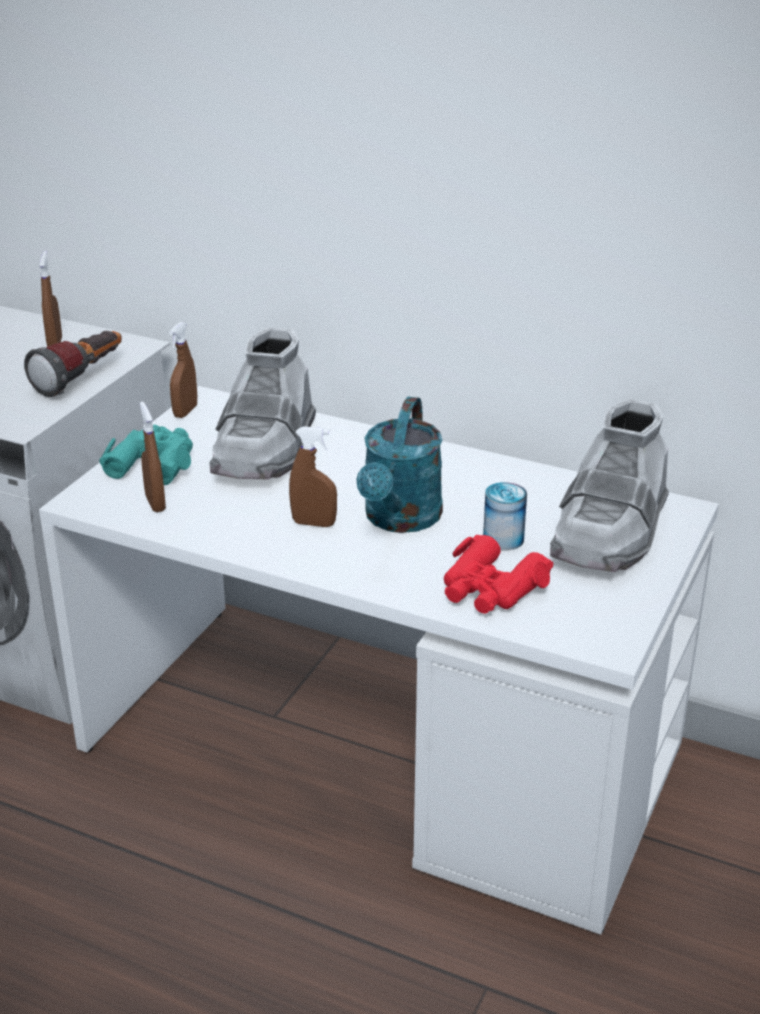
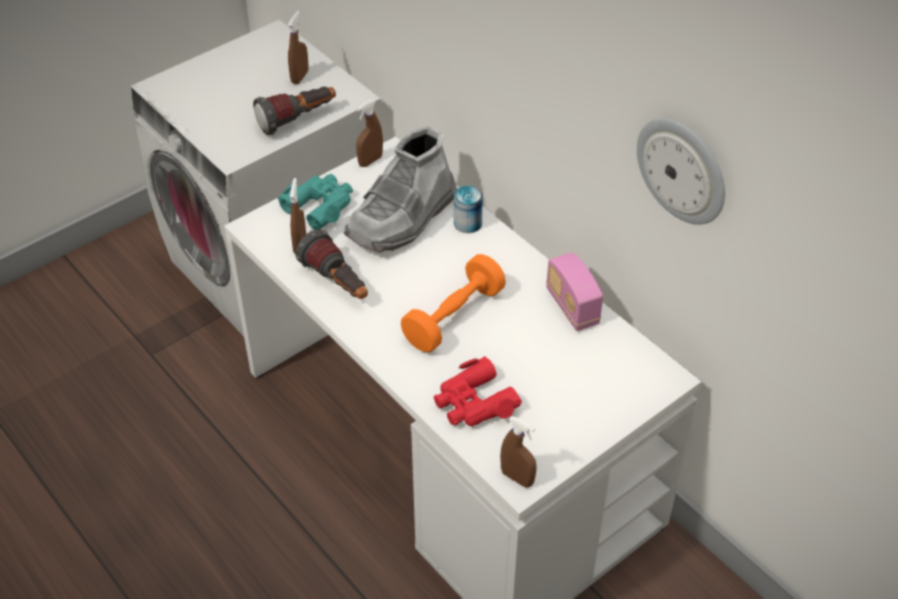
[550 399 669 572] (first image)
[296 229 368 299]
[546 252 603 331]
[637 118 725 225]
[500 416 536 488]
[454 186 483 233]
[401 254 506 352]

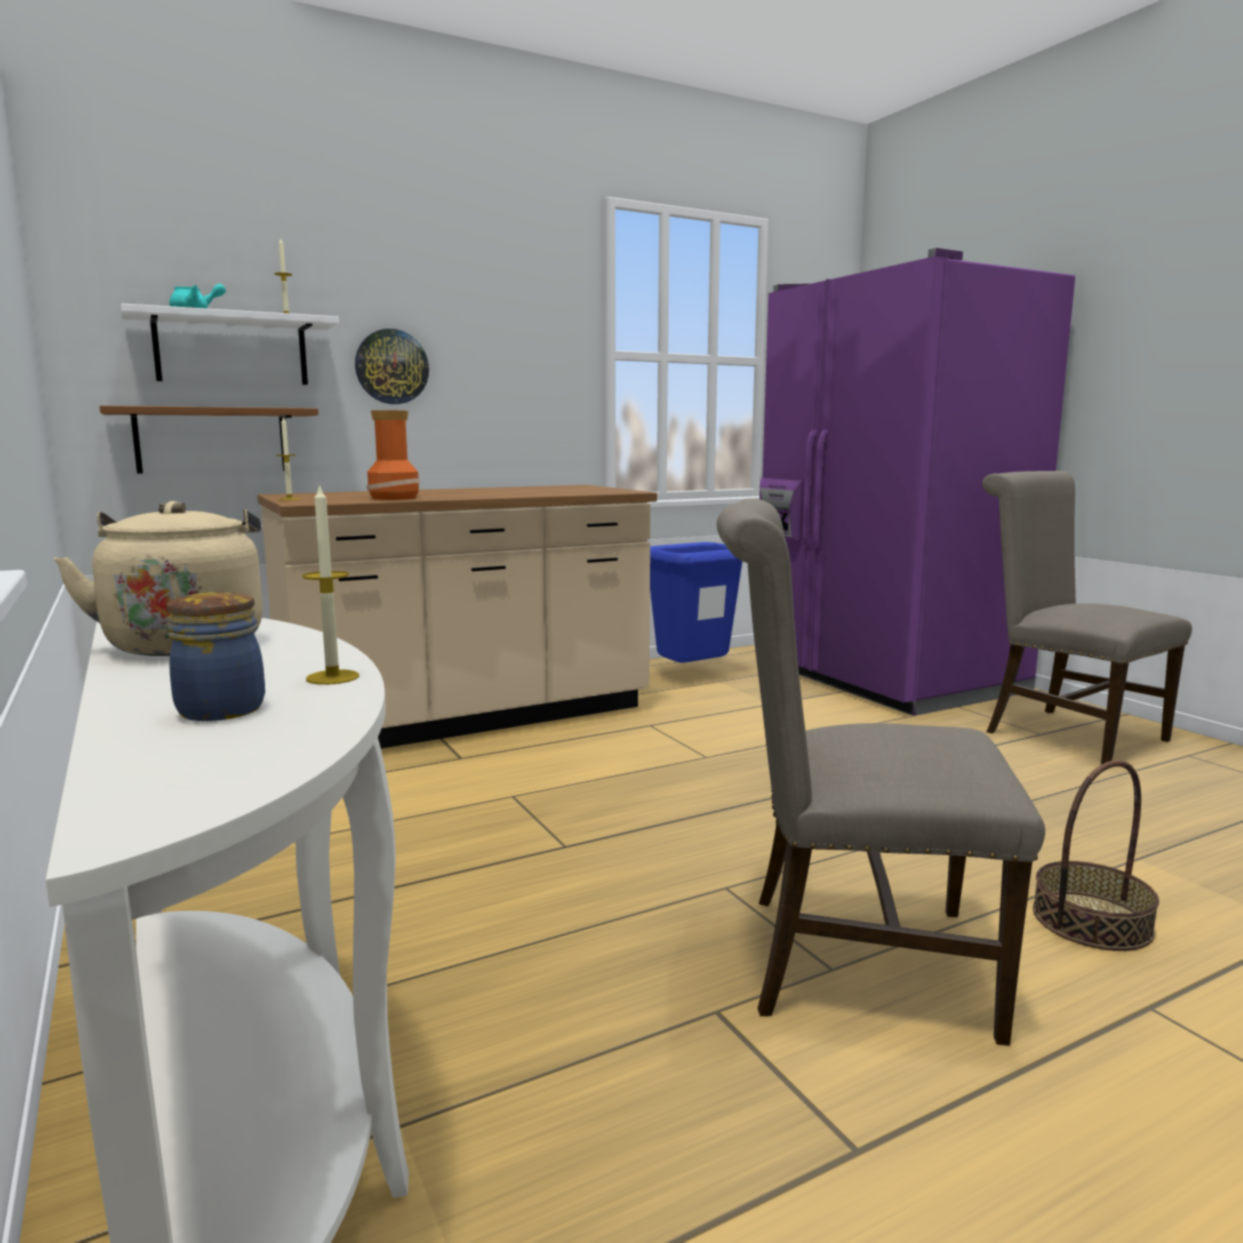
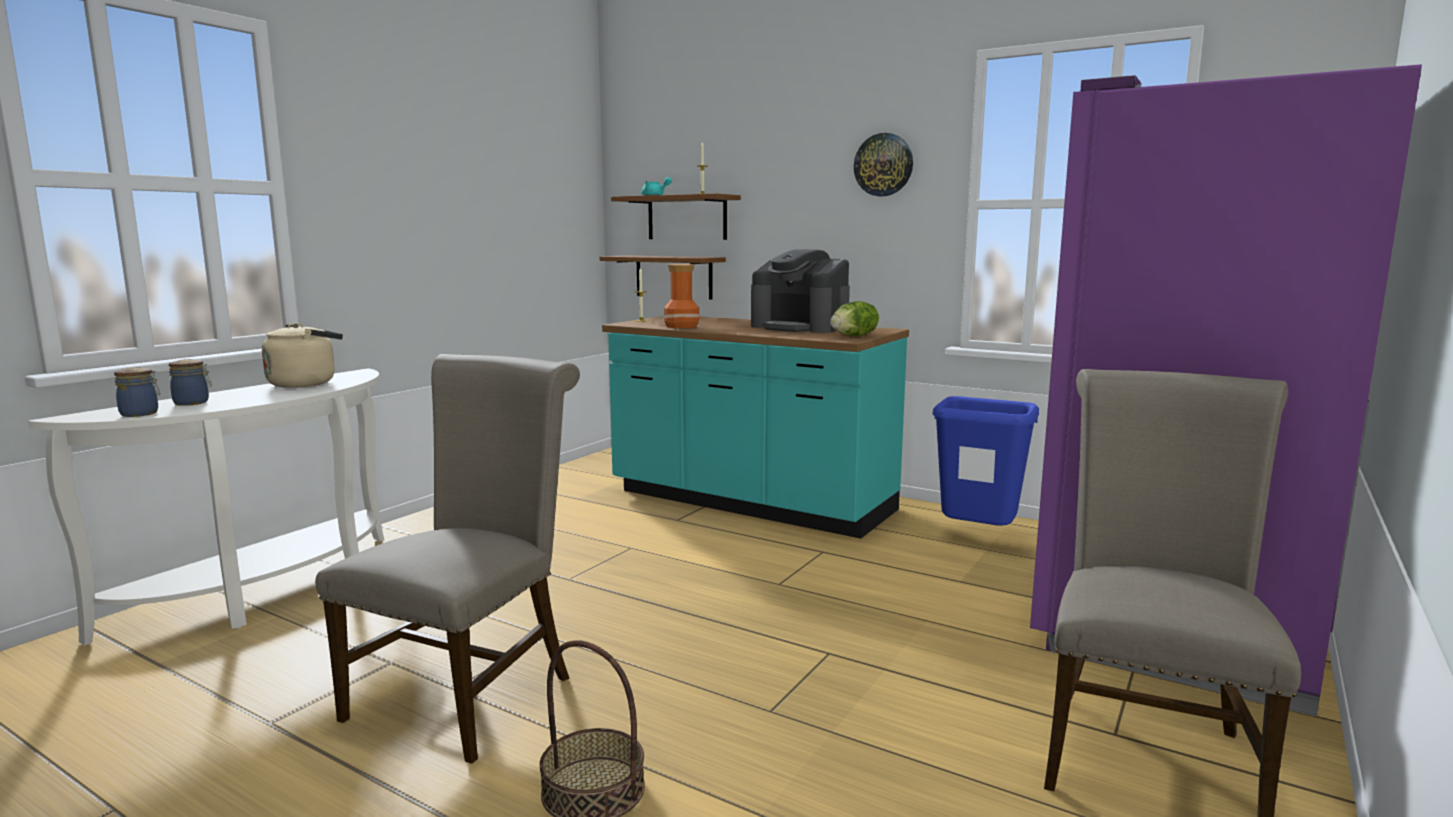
[302 483 359 685] (first image)
[114 368 160 417]
[751 249 850 333]
[830 301 879 336]
[854 133 913 196]
[611 194 741 240]
[602 316 909 539]
[315 354 580 764]

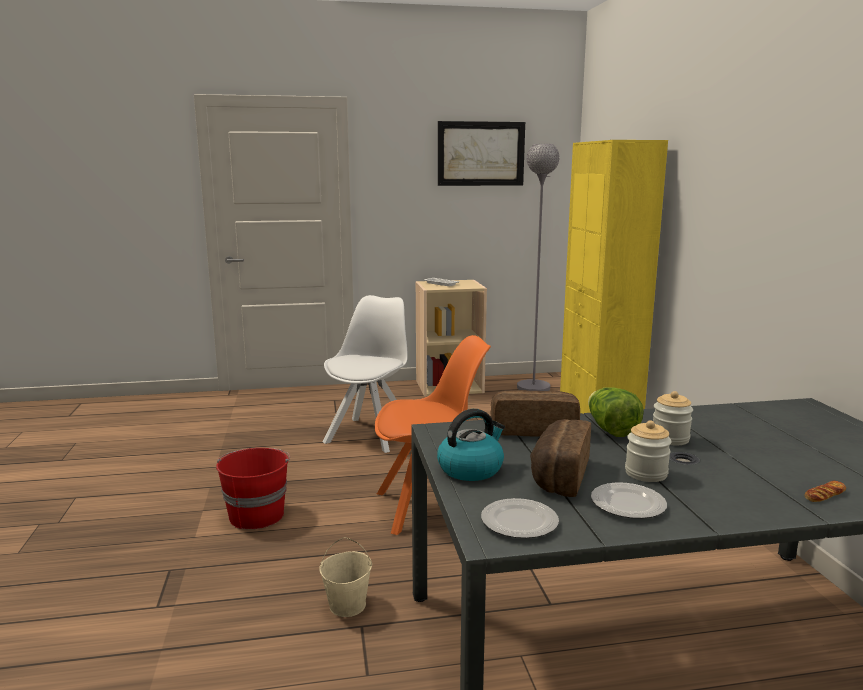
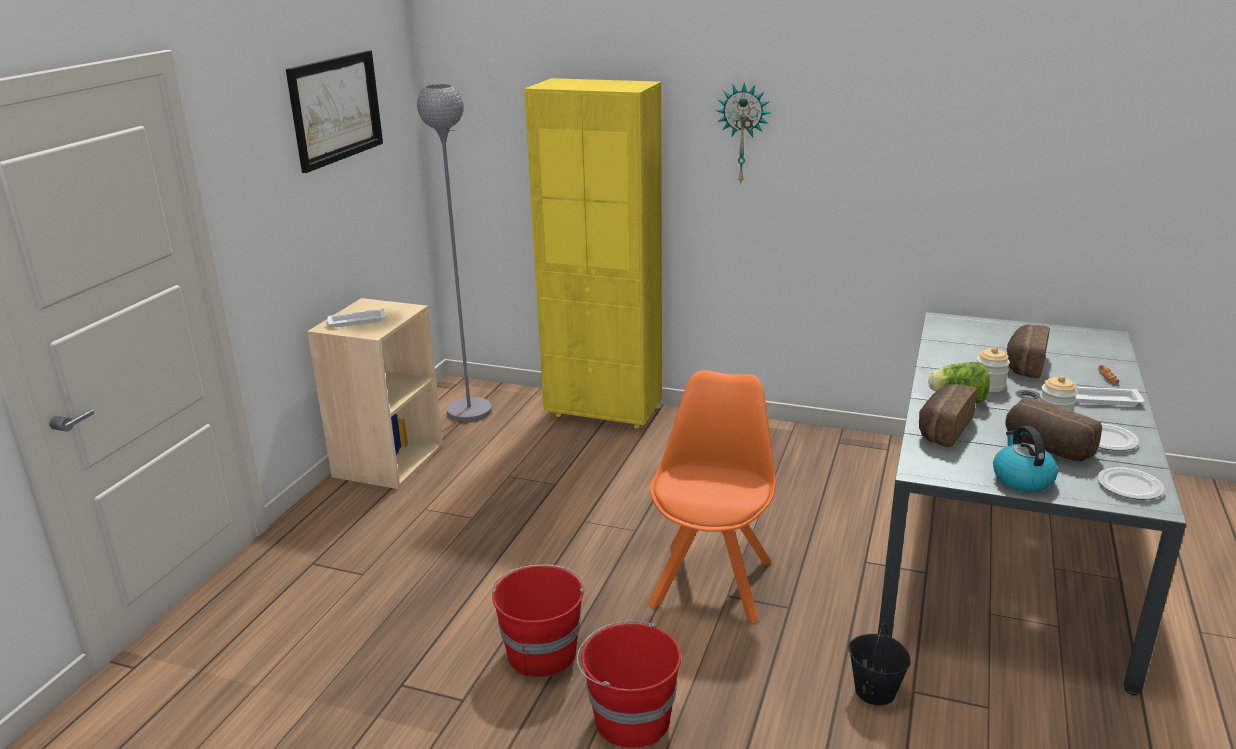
[323 295 408 453] (first image)
[492 565 585 677]
[716 82 770 185]
[1007 325 1050 378]
[1075 387 1145 405]
[848 623 911 706]

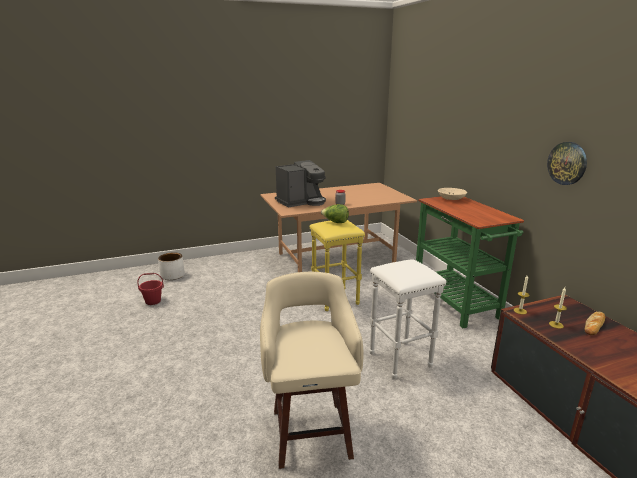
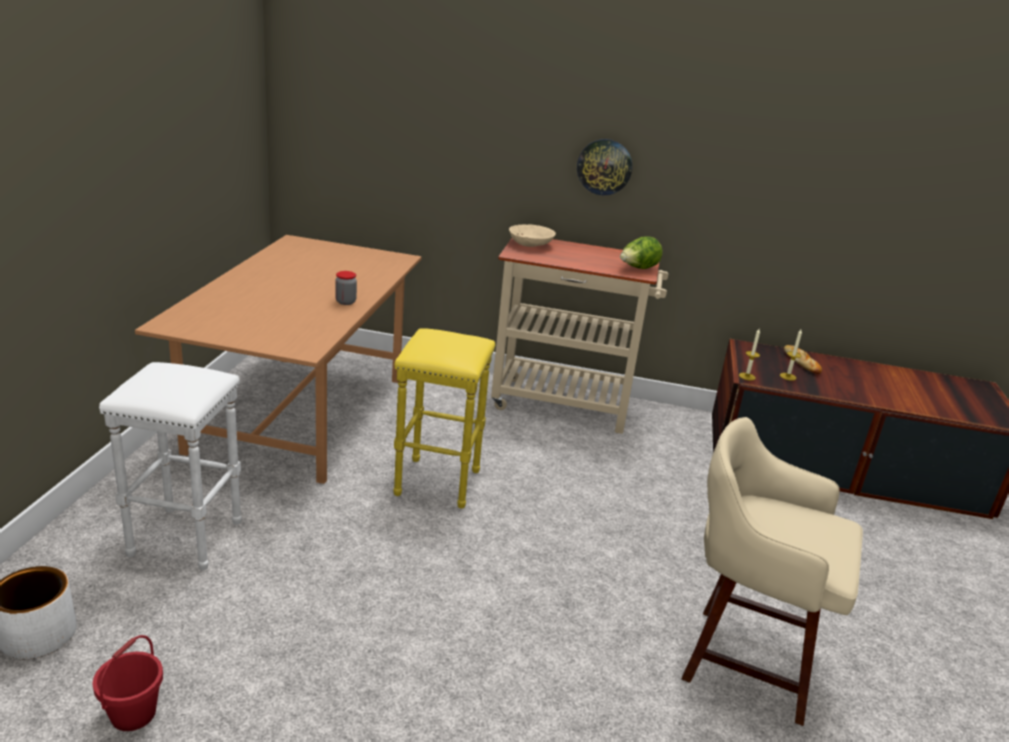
[275 160 326 208] (first image)
[620 236 663 269]
[99 362 242 570]
[577 139 632 195]
[491 238 668 434]

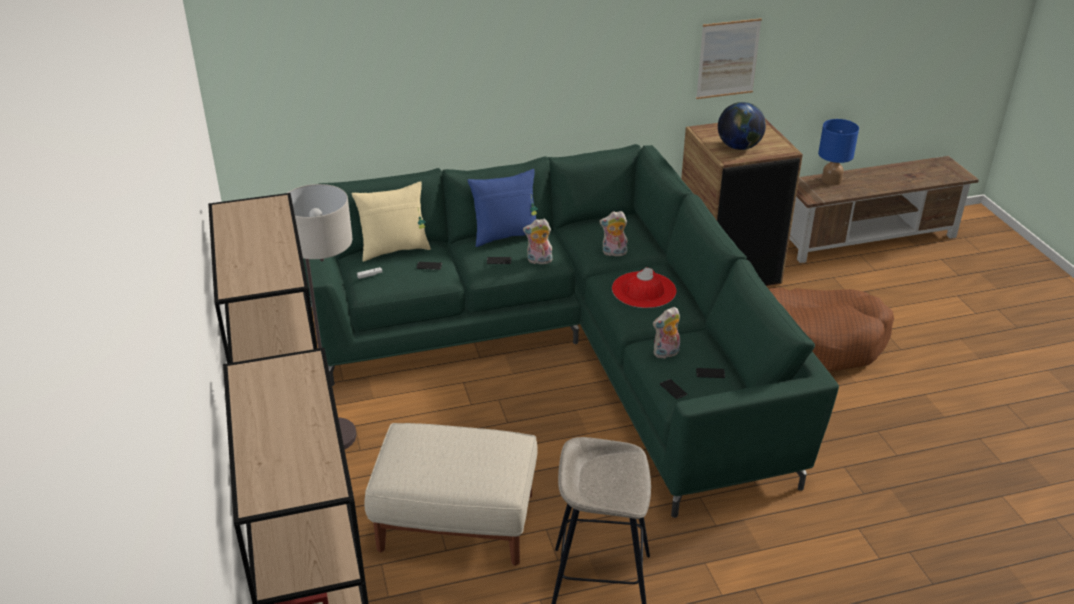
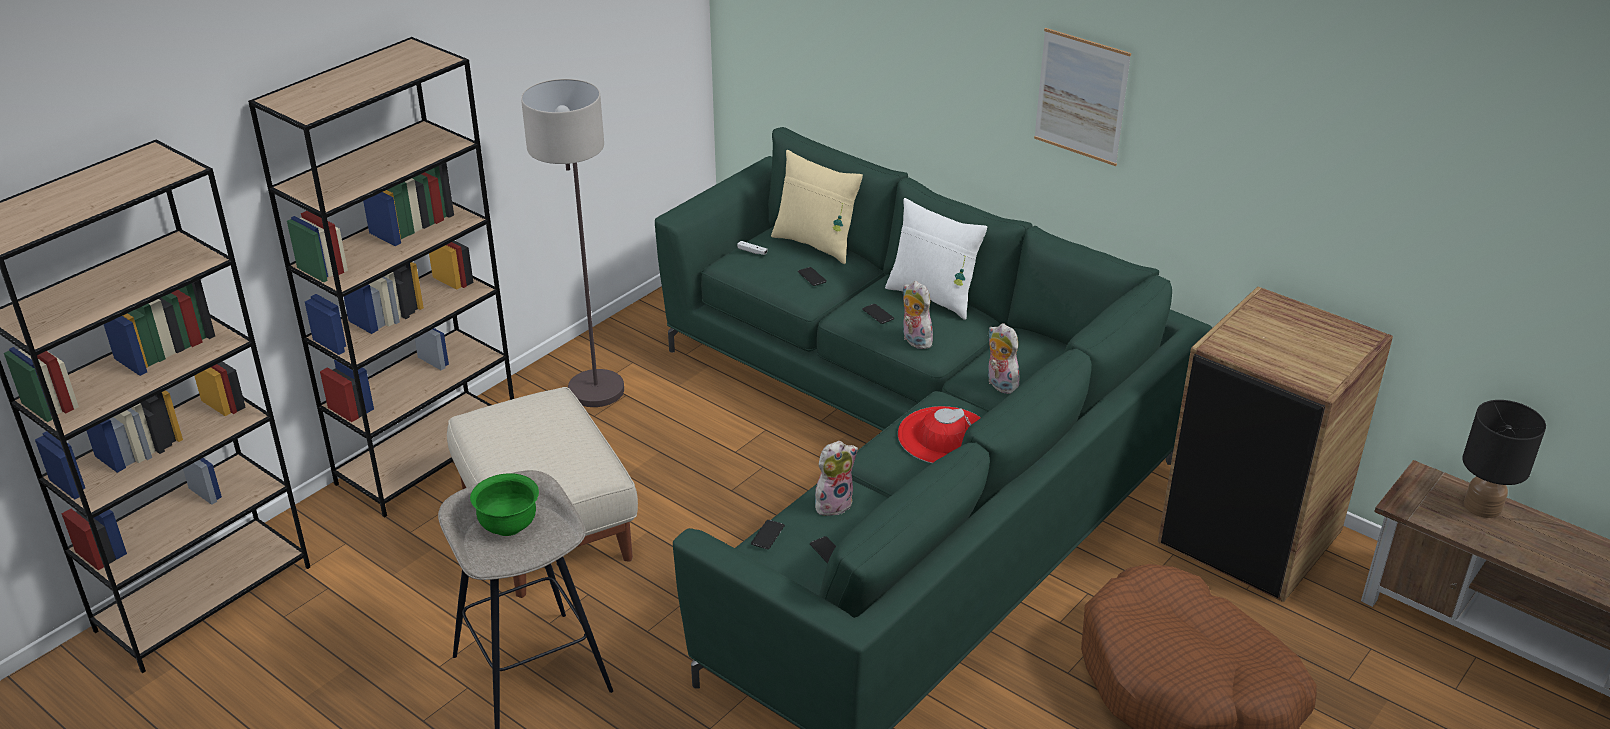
[718 102 766 150] (first image)
[470 473 539 536]
[1034 28 1131 166]
[885 198 987 320]
[1462 400 1546 518]
[815 441 858 516]

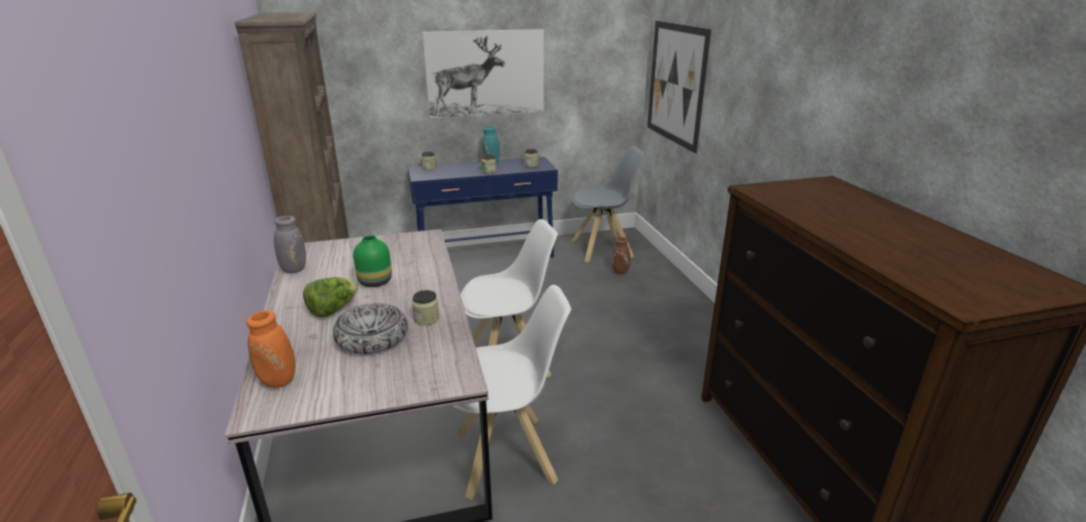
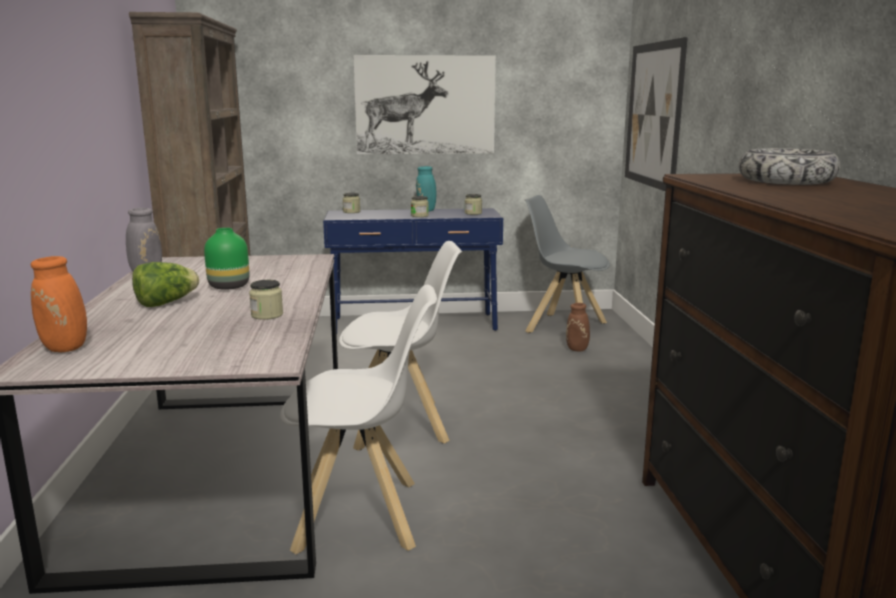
[739 148 840 185]
[525 195 610 341]

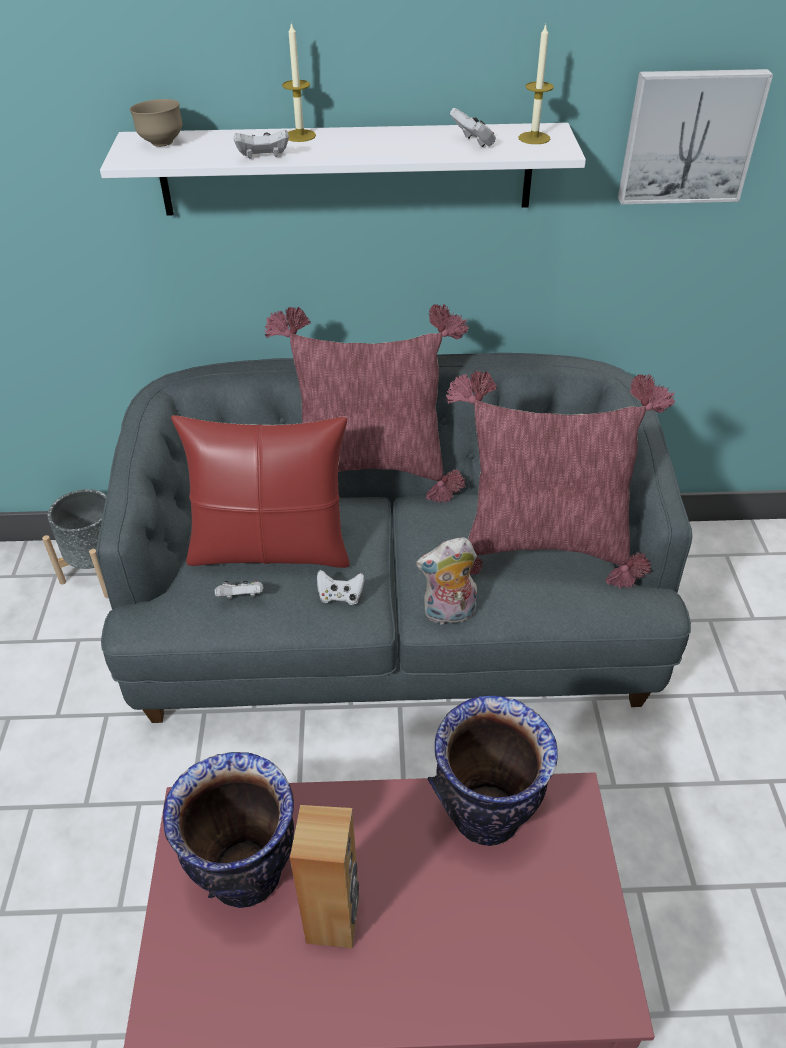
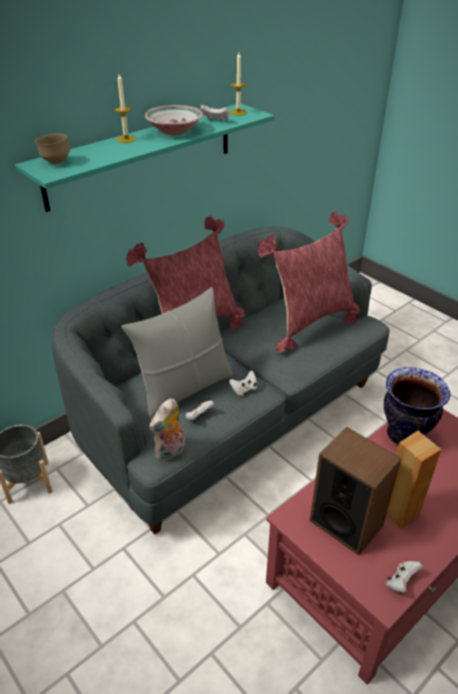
[618 69 773 204] (first image)
[145 105 203 135]
[386 561 423 593]
[149 398 185 462]
[310 427 402 555]
[15 104 274 212]
[121 287 233 418]

